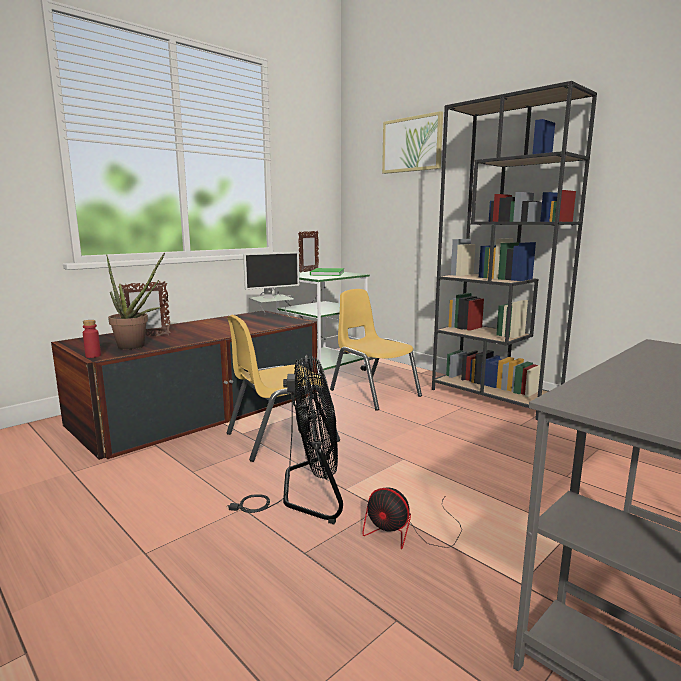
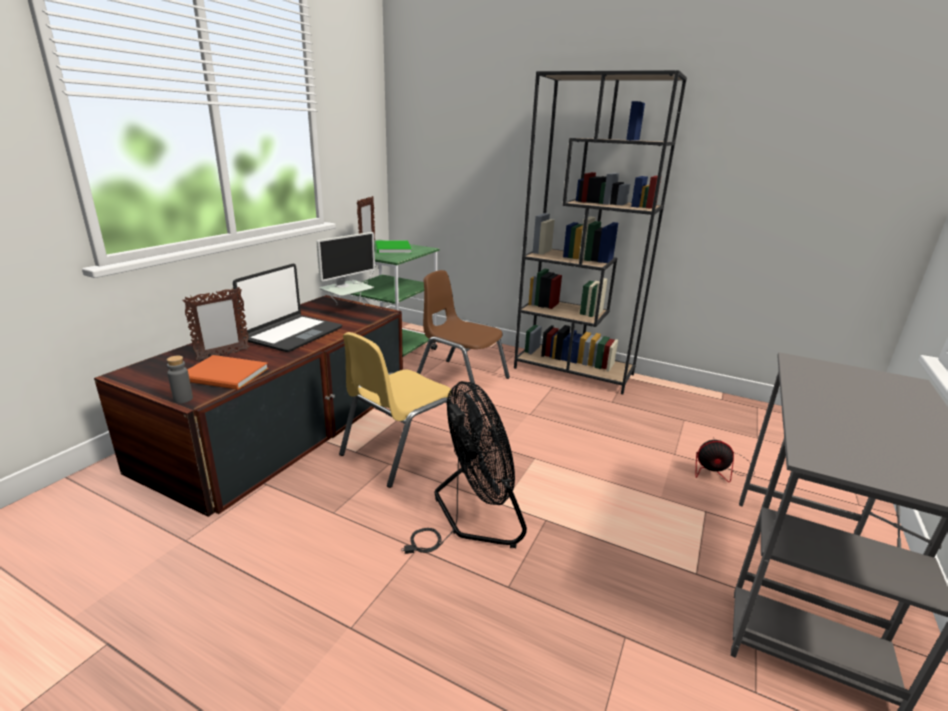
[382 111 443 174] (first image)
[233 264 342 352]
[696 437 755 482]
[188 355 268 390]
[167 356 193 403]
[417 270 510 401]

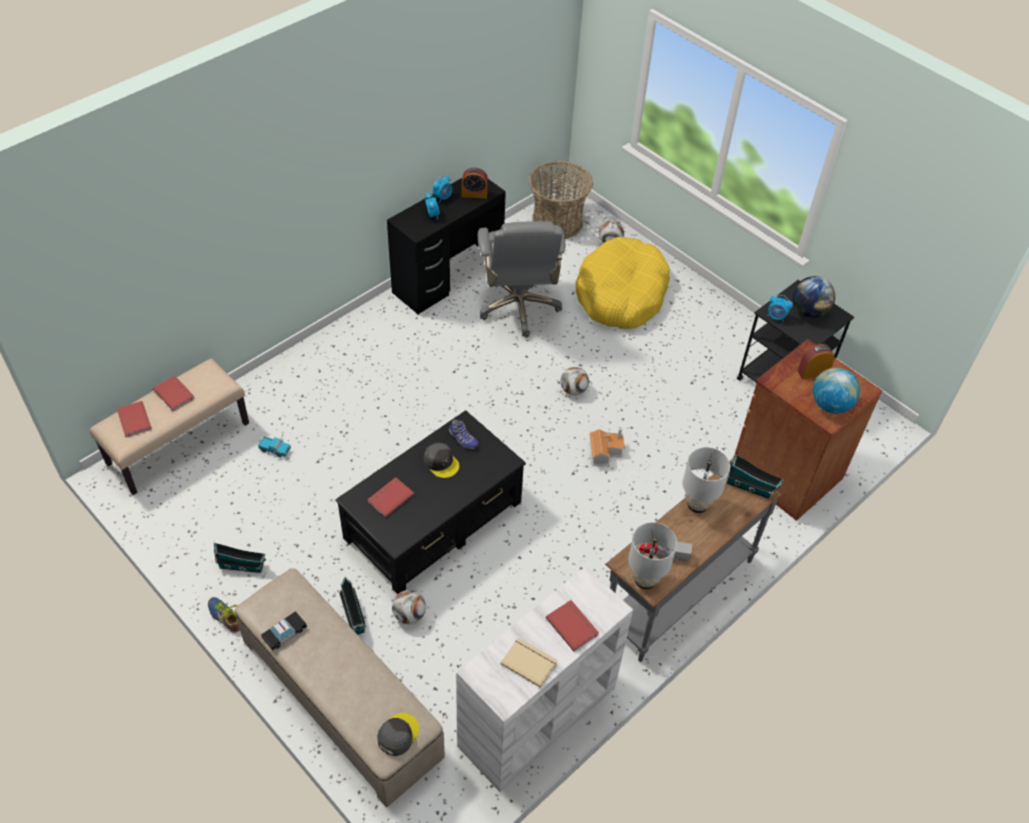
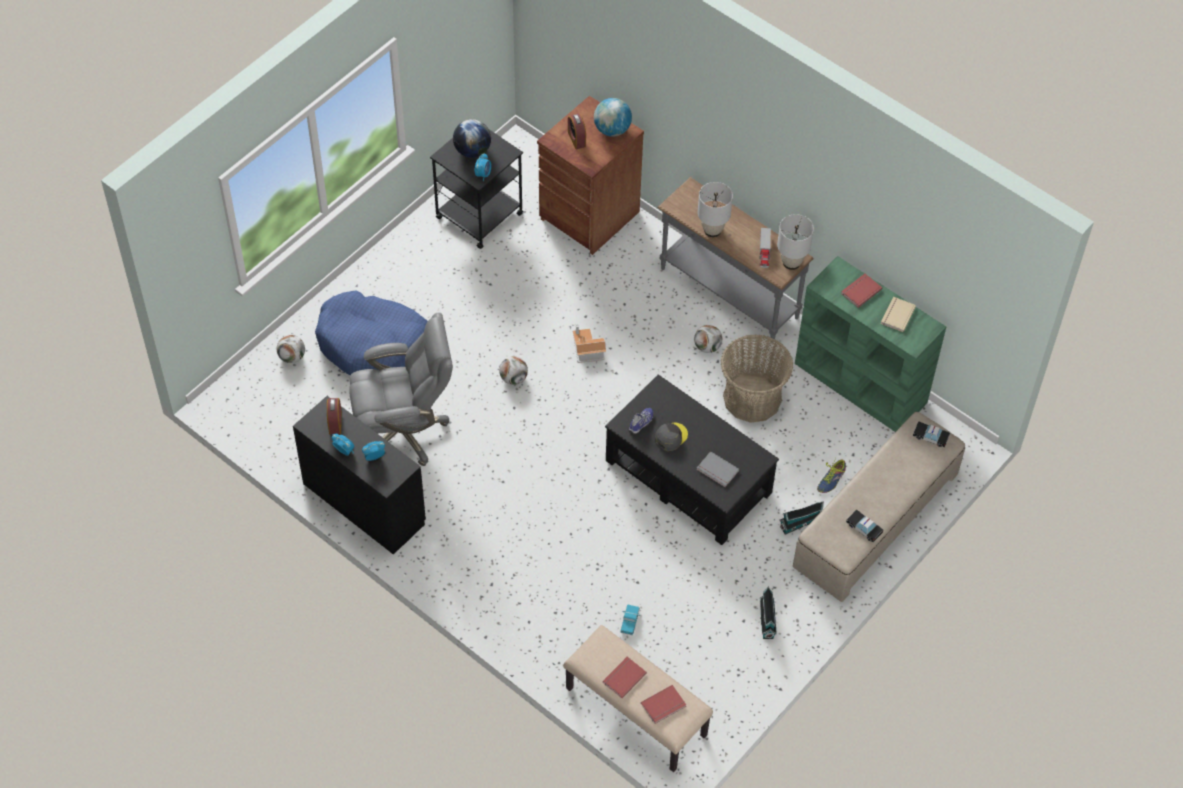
[727 455 784 499] (first image)
[817 458 846 493]
[694 325 722 353]
[721 335 793 423]
[913 421 950 447]
[696 451 739 487]
[795 256 946 432]
[315 291 428 375]

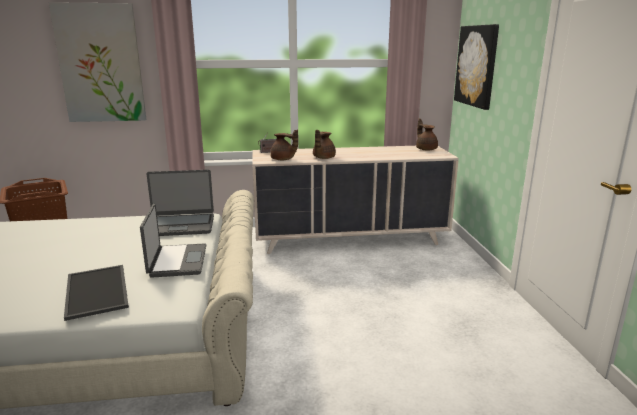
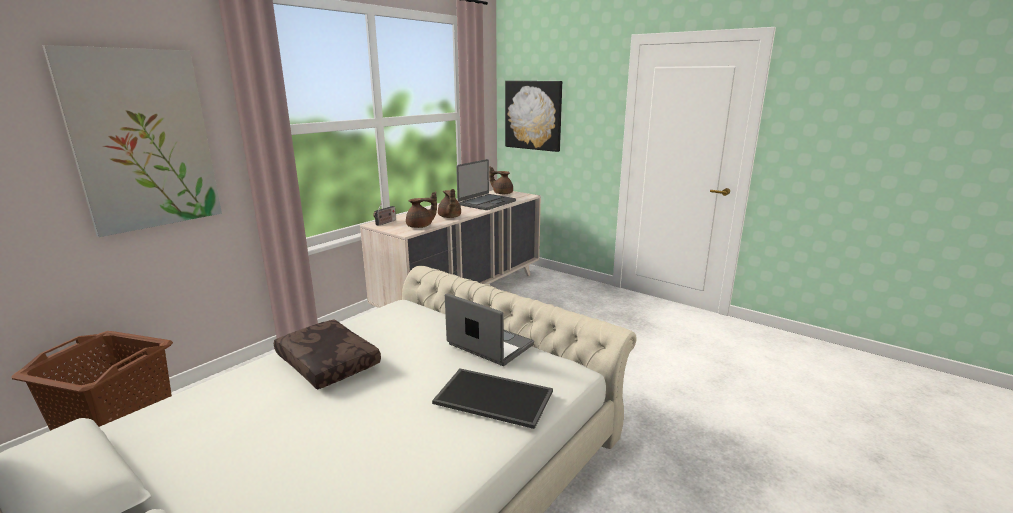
[274 319 381 389]
[456 159 516 210]

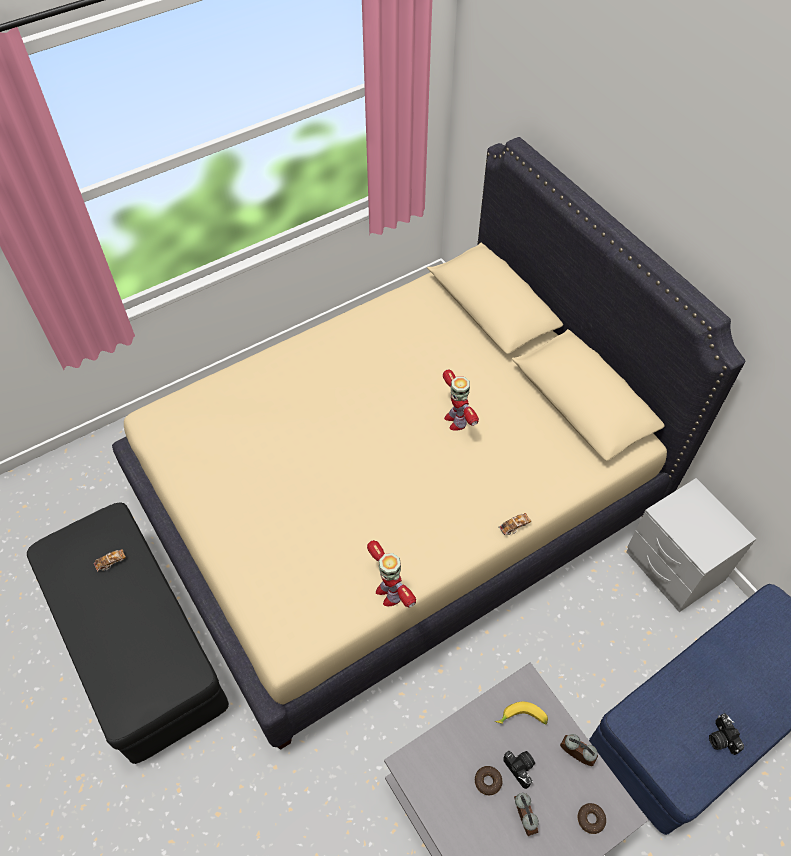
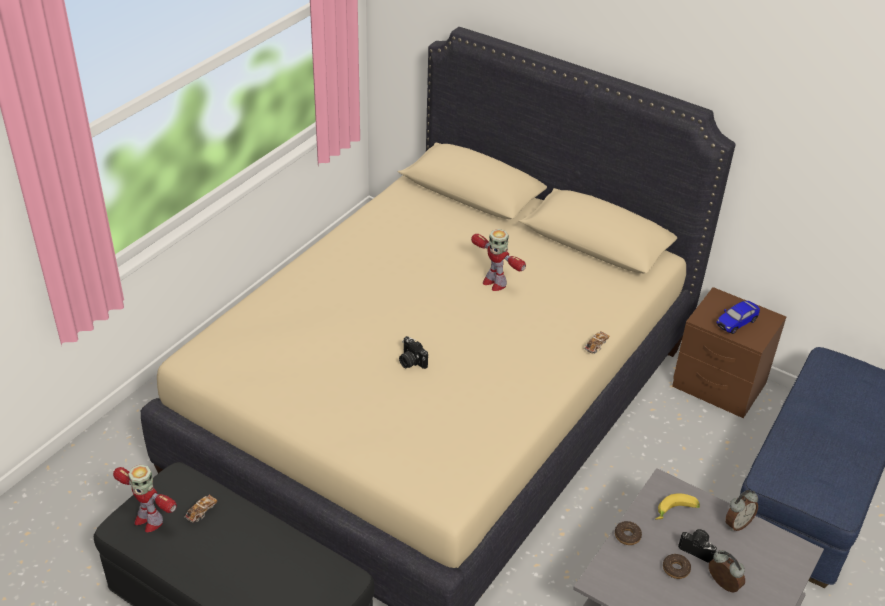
[716 301 760 334]
[113 465 177 532]
[615 521 642 545]
[399 336 428 369]
[672 287 786 418]
[725 490 758 531]

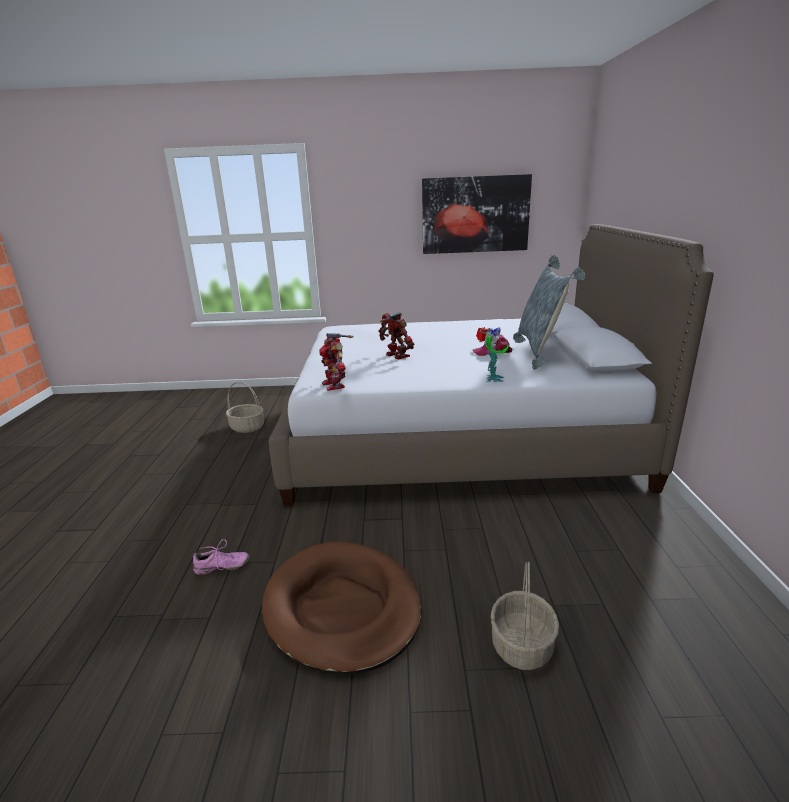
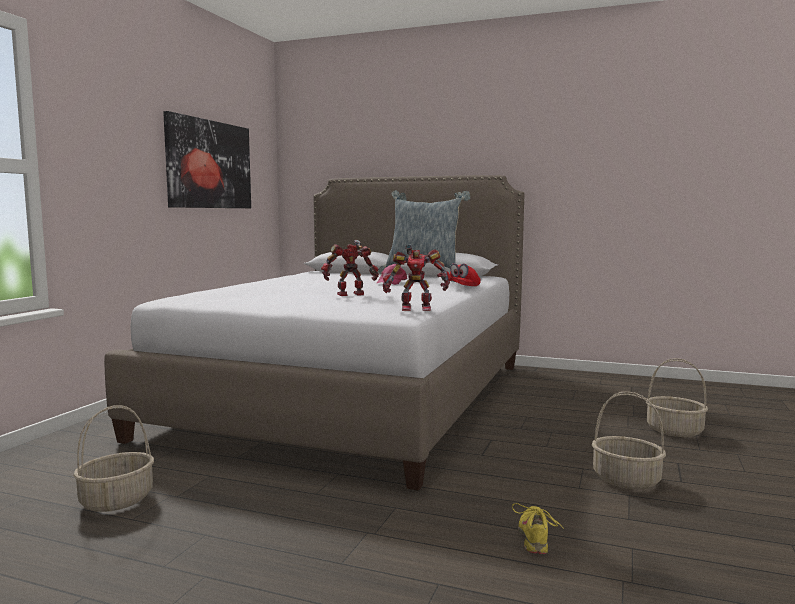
[592 391 666 489]
[448 263 481 286]
[512 503 564 554]

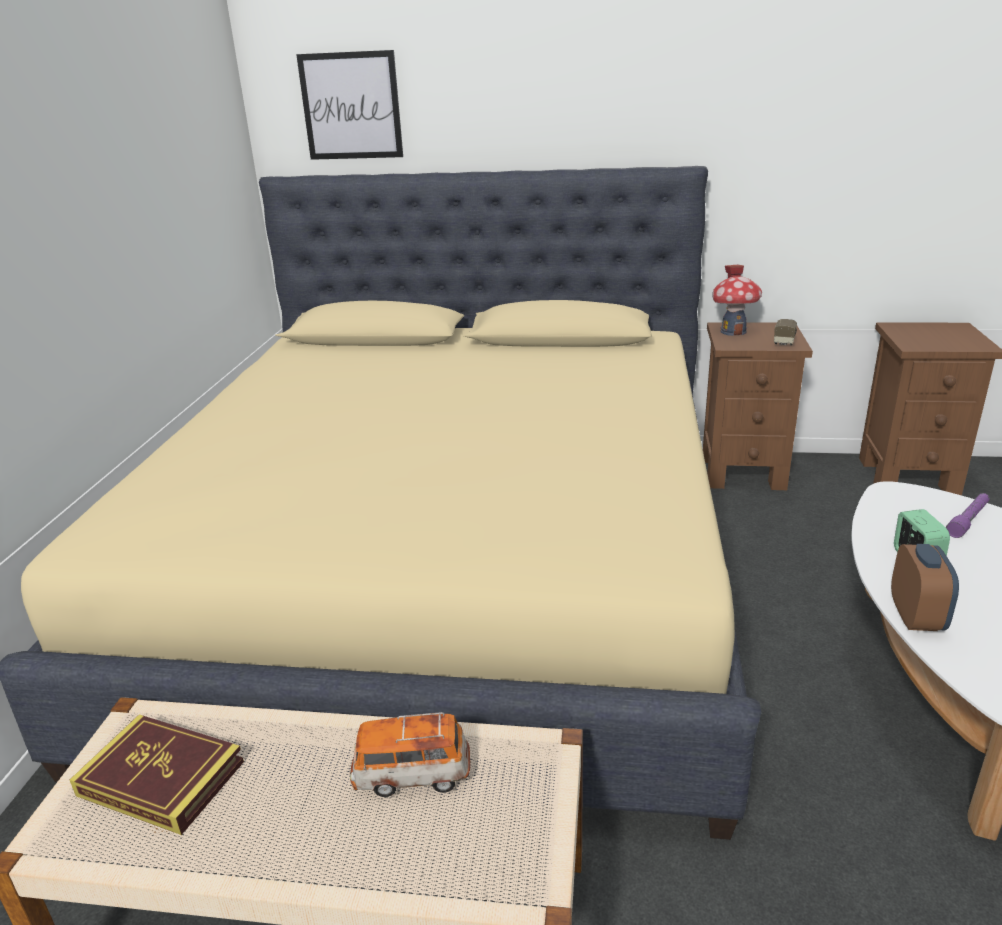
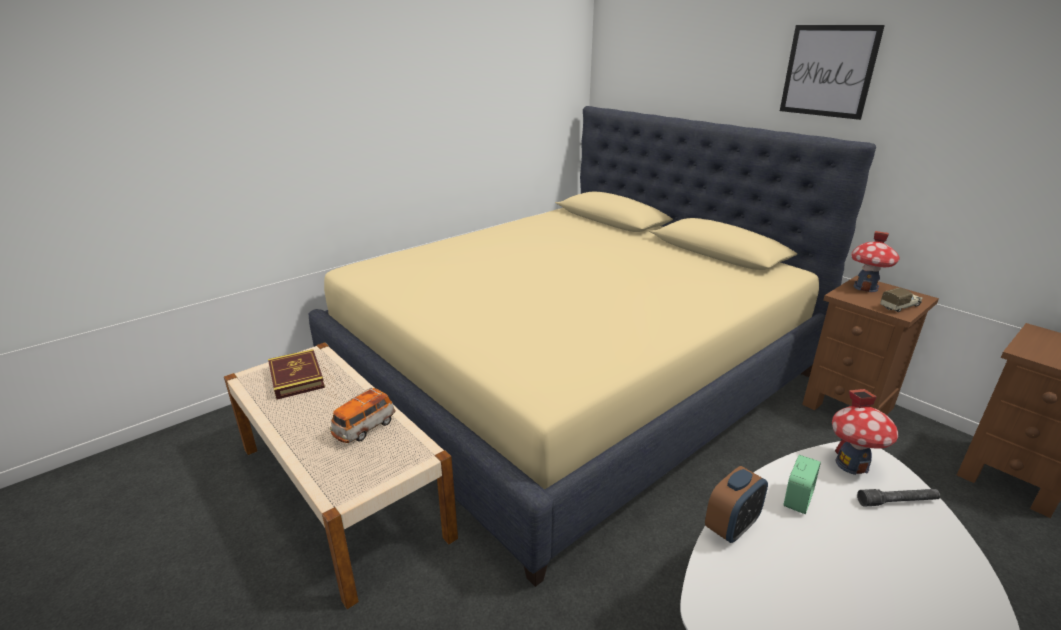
[832 389 898 475]
[780 25 885 120]
[857 489 940 507]
[330 388 396 443]

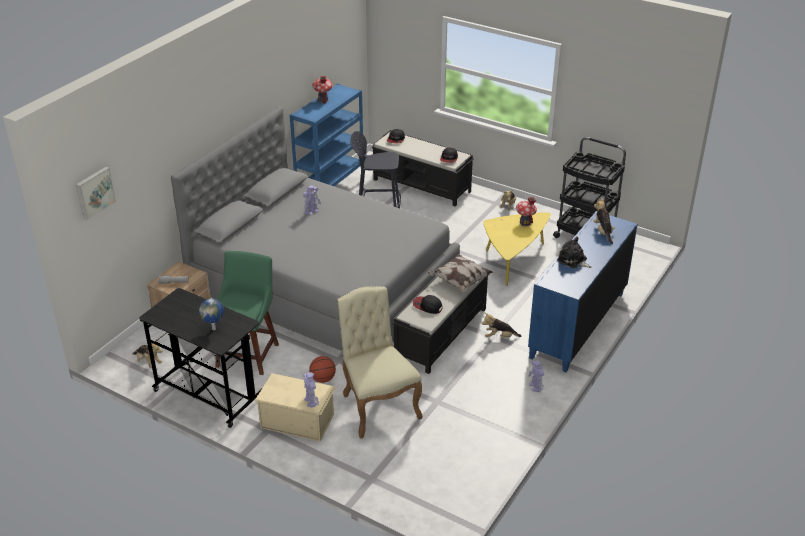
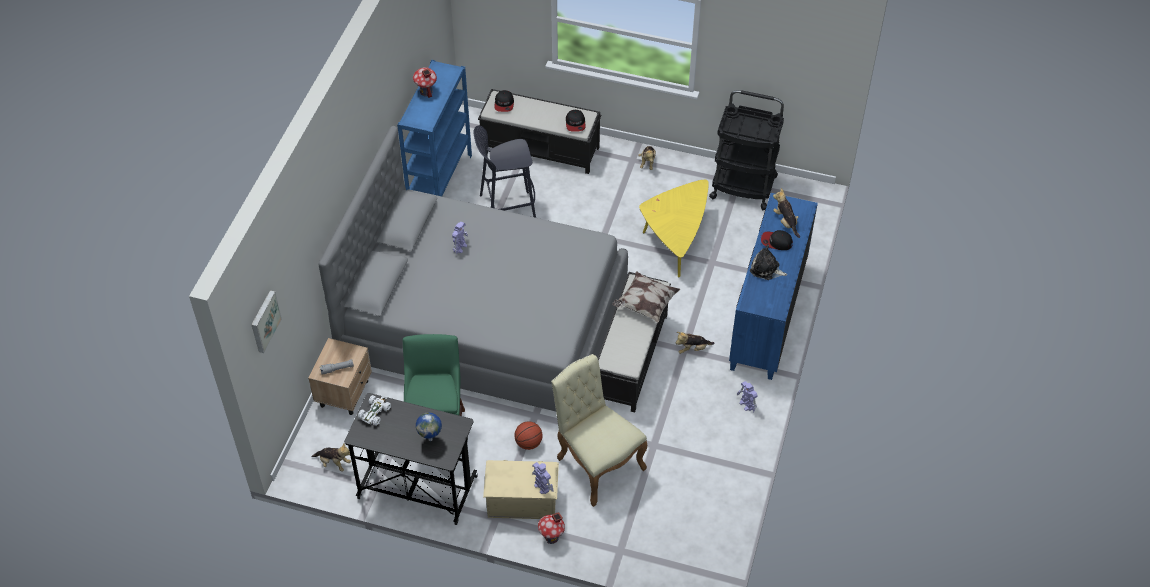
[358 395 391 426]
[761 230 793 250]
[538 512 565 544]

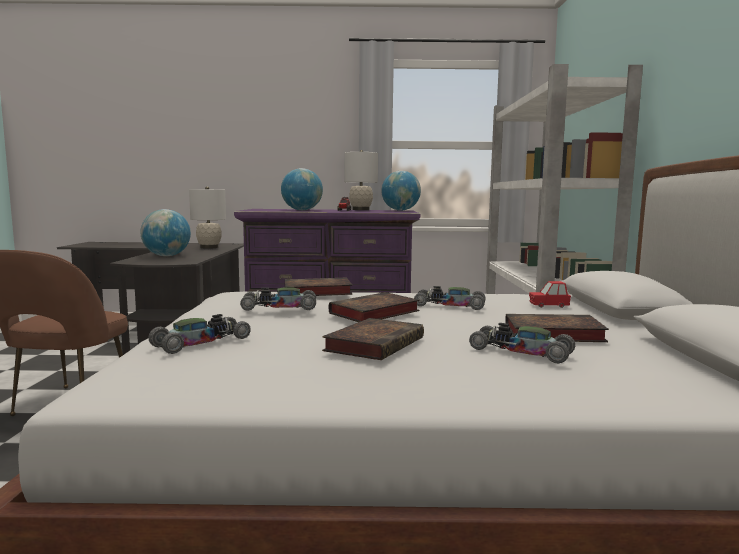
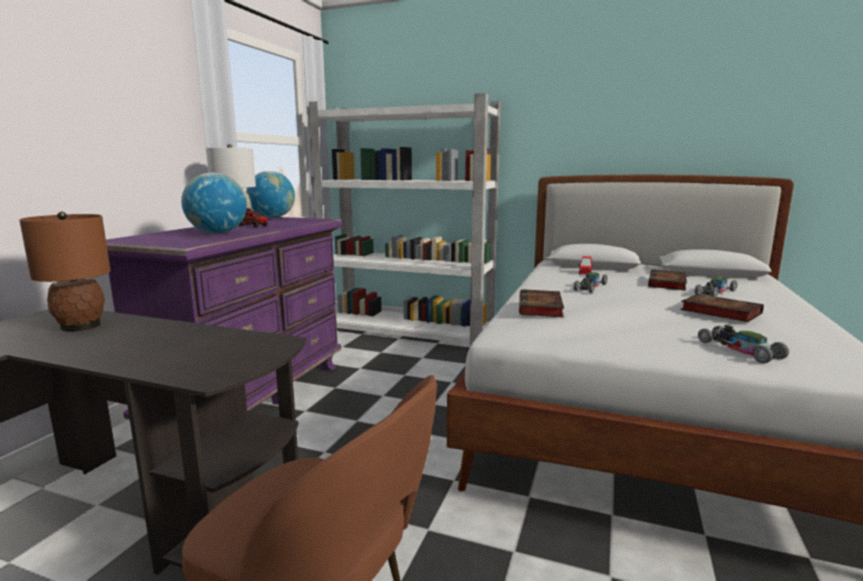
[140 209 191 256] (first image)
[240 287 316 311] (first image)
[329 292 420 322] (first image)
[19 212 111 332]

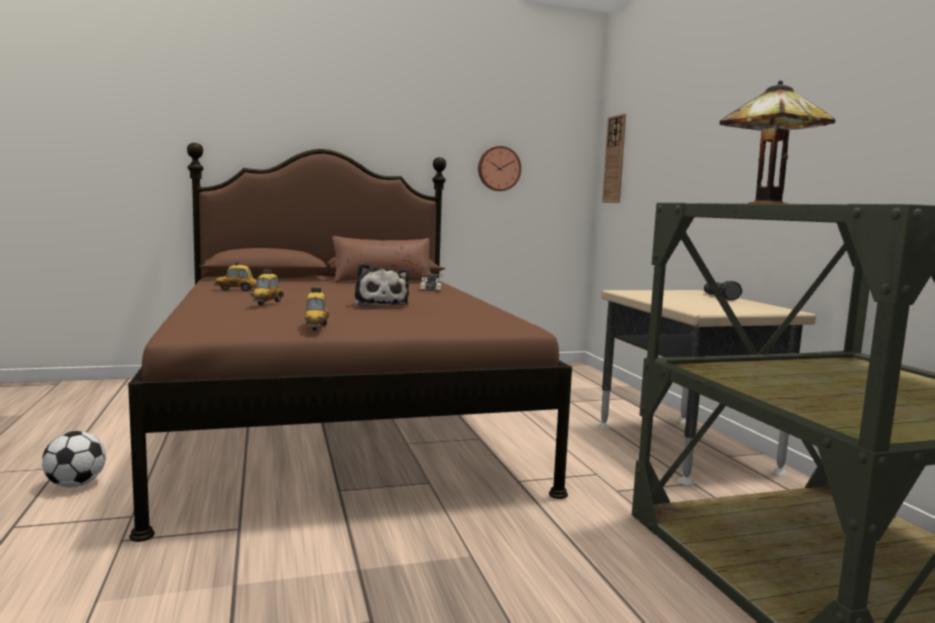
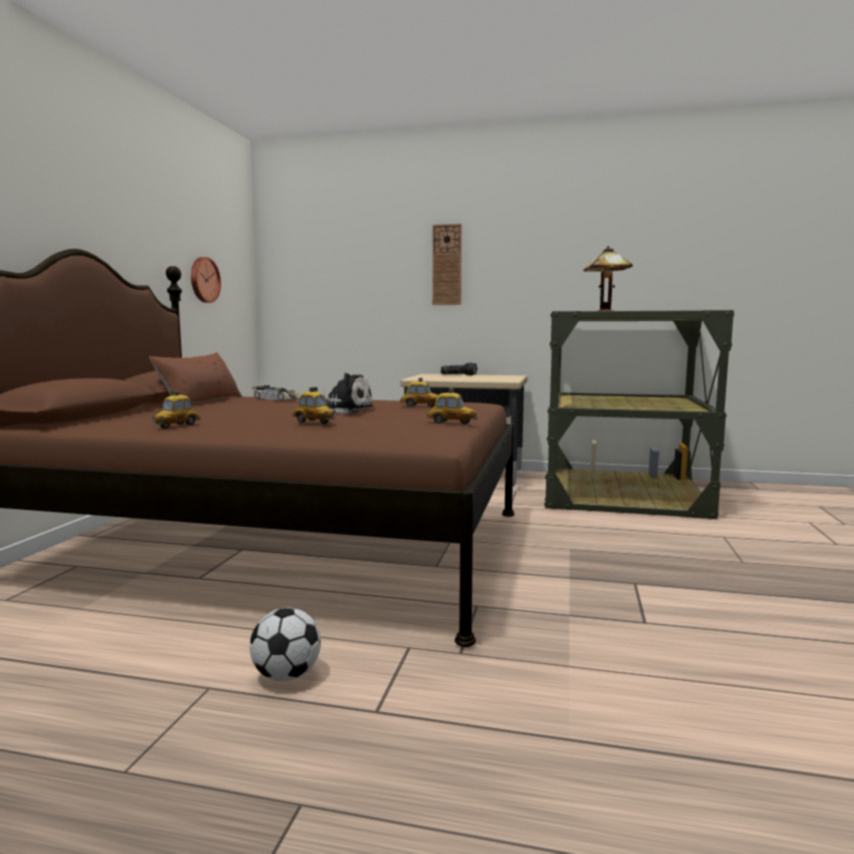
[400 378 438 407]
[432 224 462 305]

